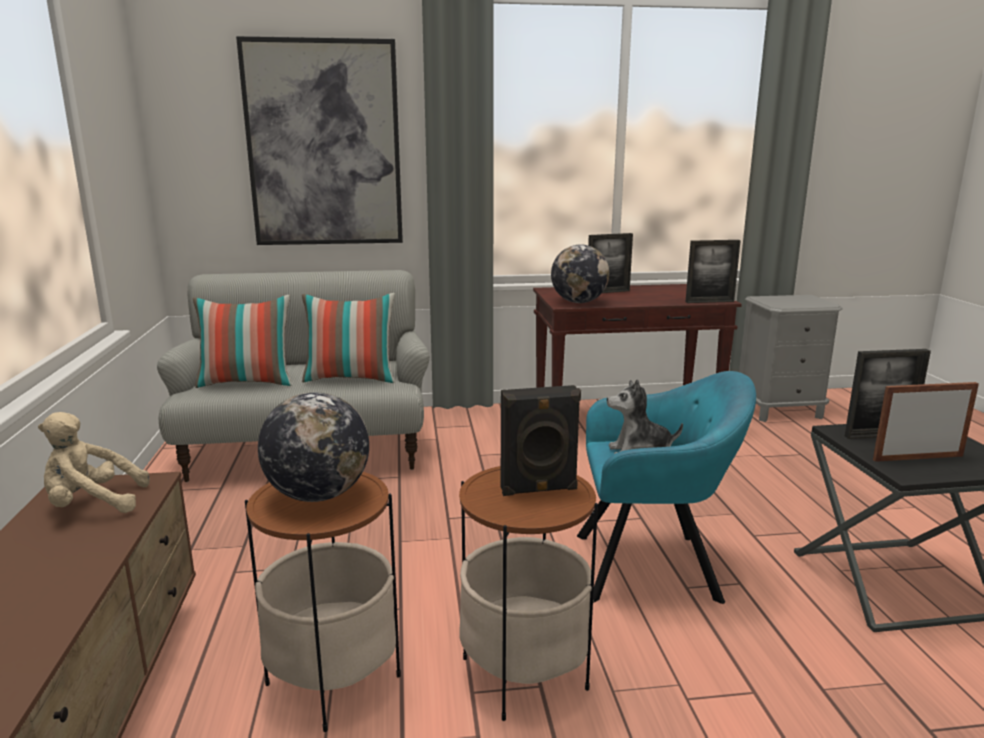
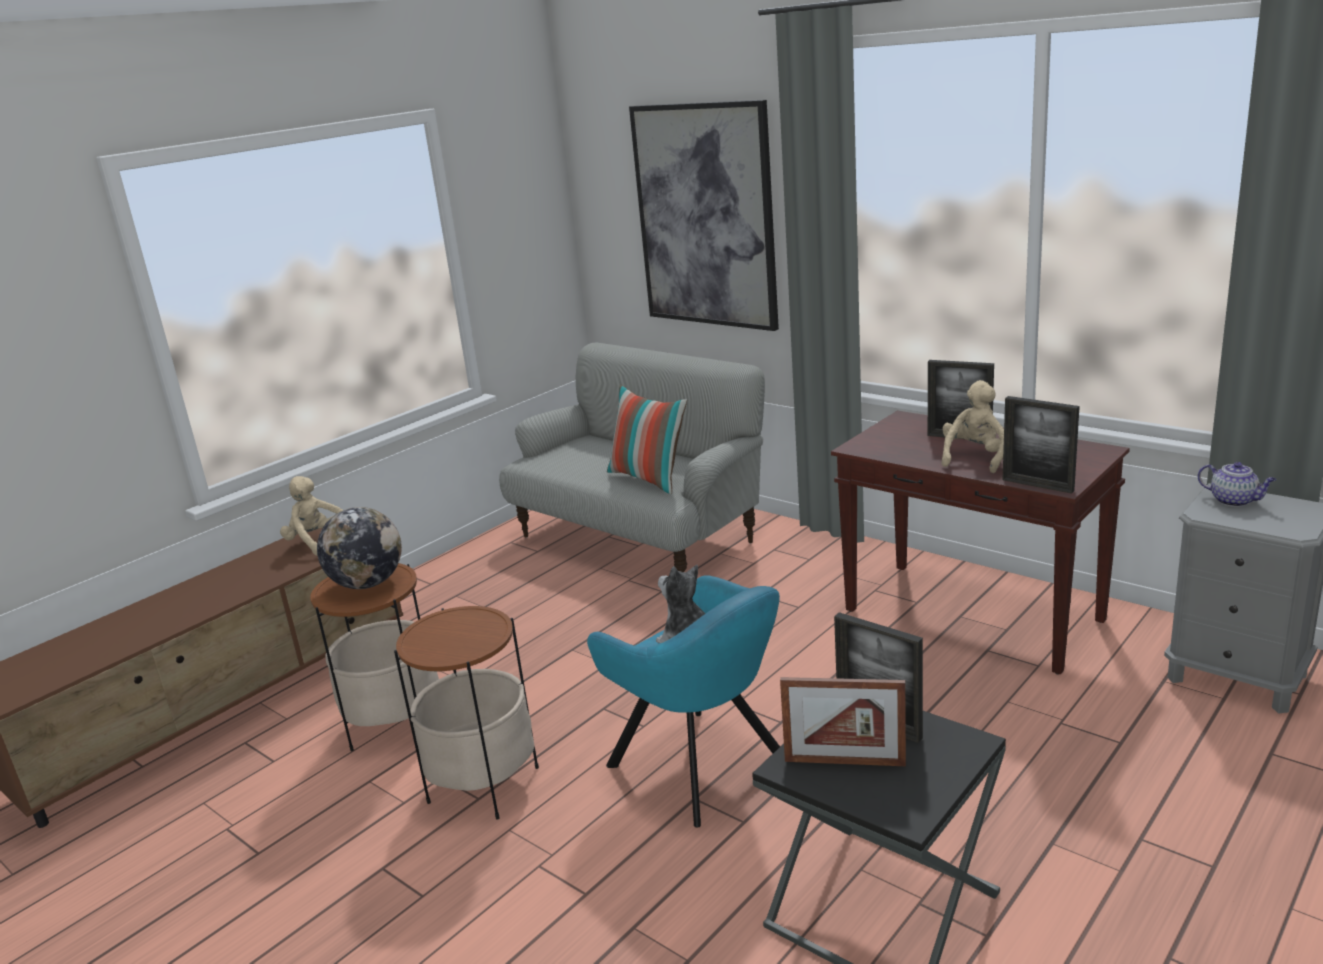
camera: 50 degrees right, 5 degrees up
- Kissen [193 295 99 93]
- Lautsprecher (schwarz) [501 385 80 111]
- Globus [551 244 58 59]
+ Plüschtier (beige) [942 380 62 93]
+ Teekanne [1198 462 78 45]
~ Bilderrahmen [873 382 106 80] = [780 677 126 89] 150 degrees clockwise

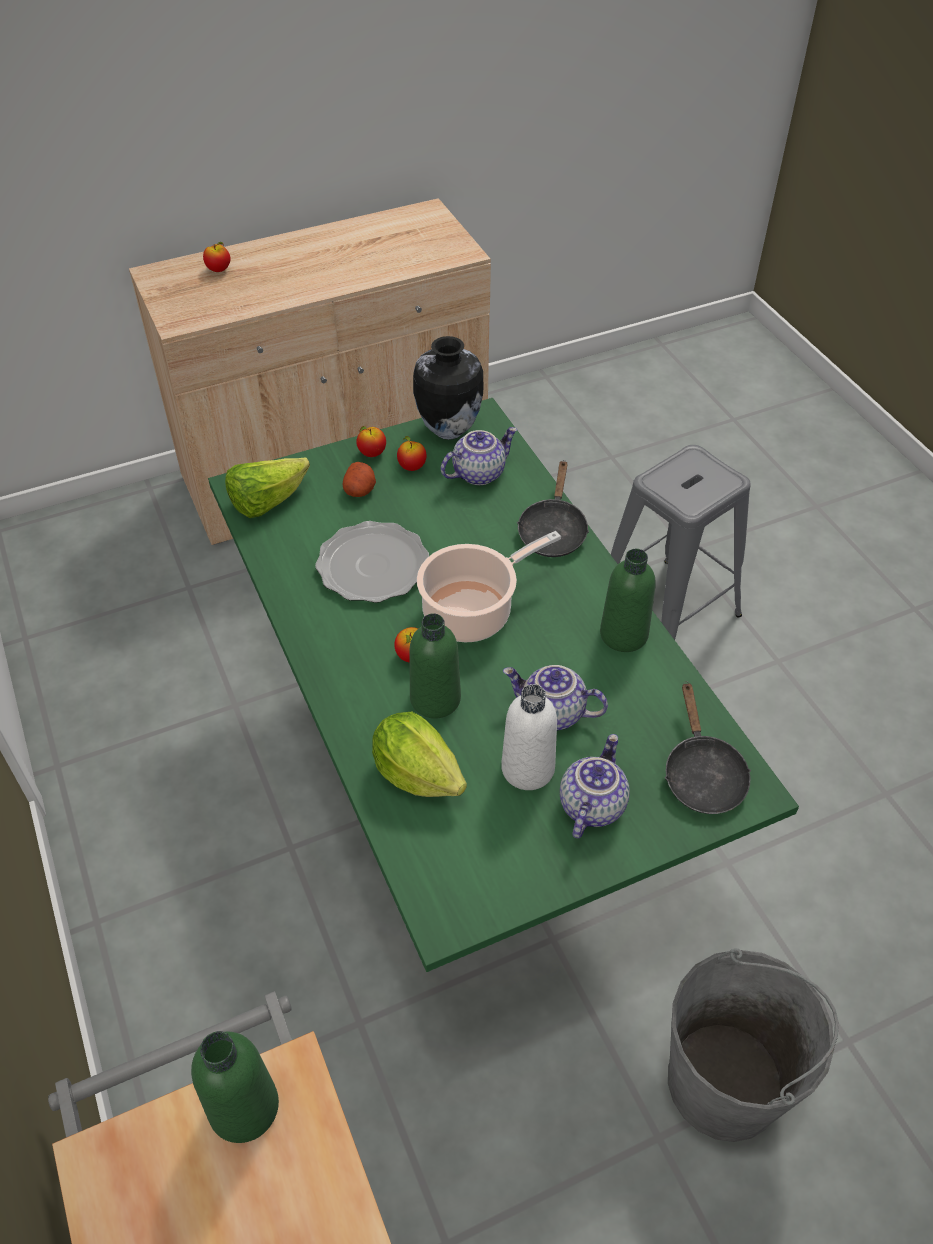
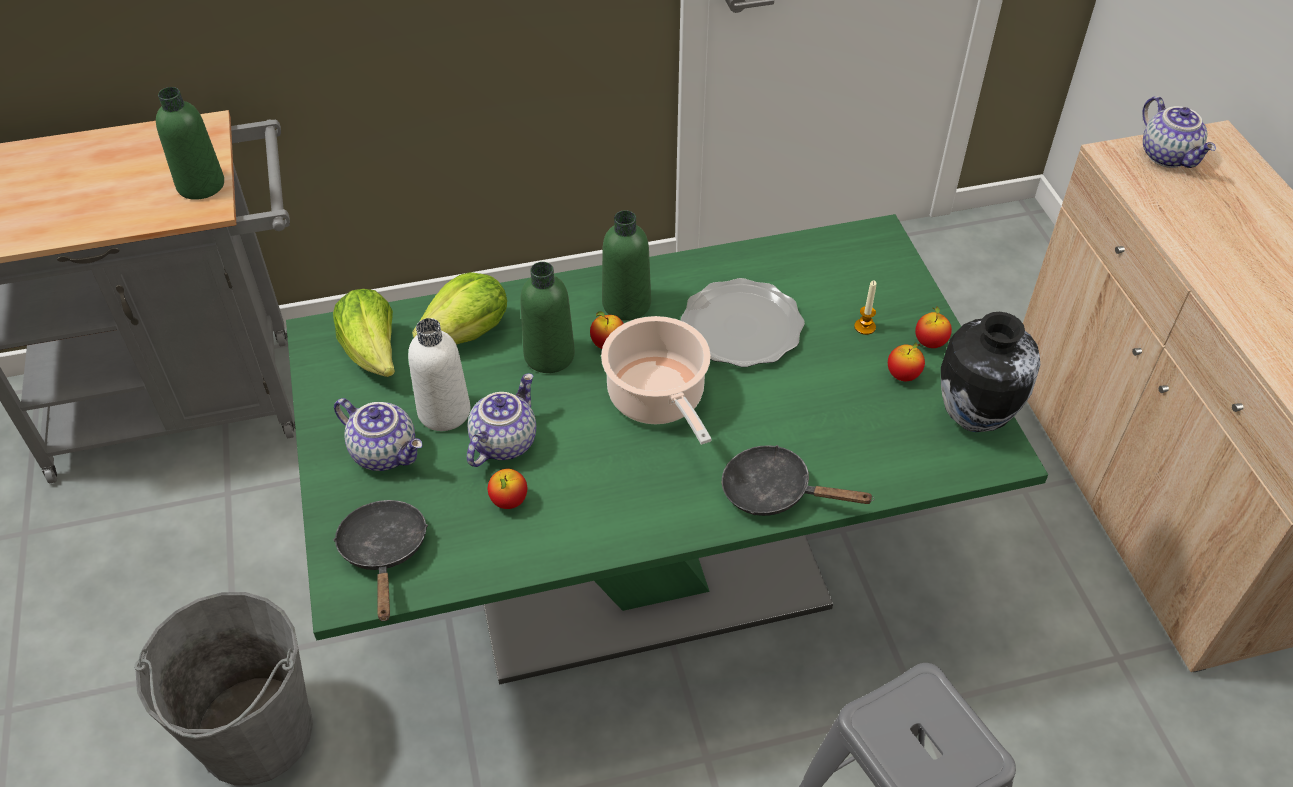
camera: 100 degrees right, 0 degrees up
~ Apfel [203 242 28 30] to [488 469 39 40]
~ Salatkopf [225 457 85 61] to [333 289 62 88]
~ Teekanne [441 427 77 58] to [1143 96 73 72]
~ Flasche (grün) [600 549 56 103] to [602 210 49 110]
~ Kartoffel [343 462 33 35] to Kerze [854 281 23 54]
~ Pfanne (schwarz) [665 681 86 133] = [333 500 95 121] 75 degrees clockwise

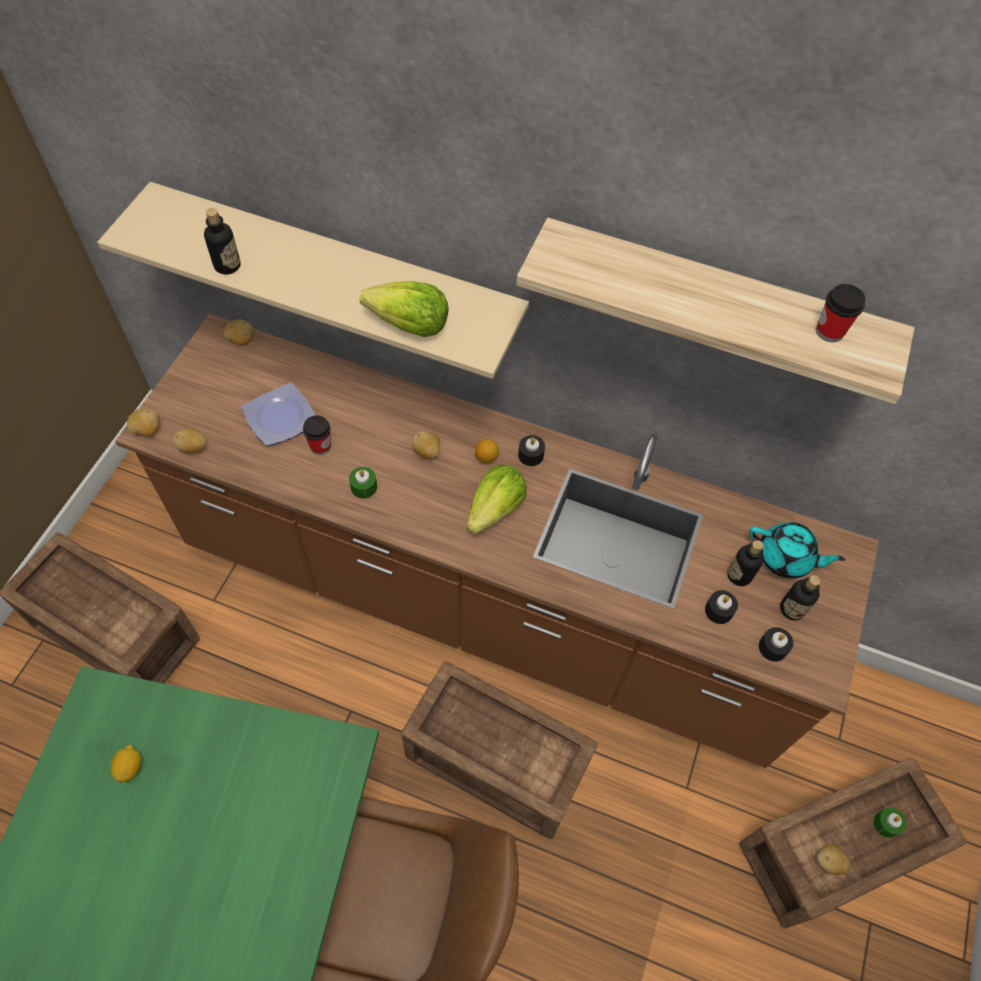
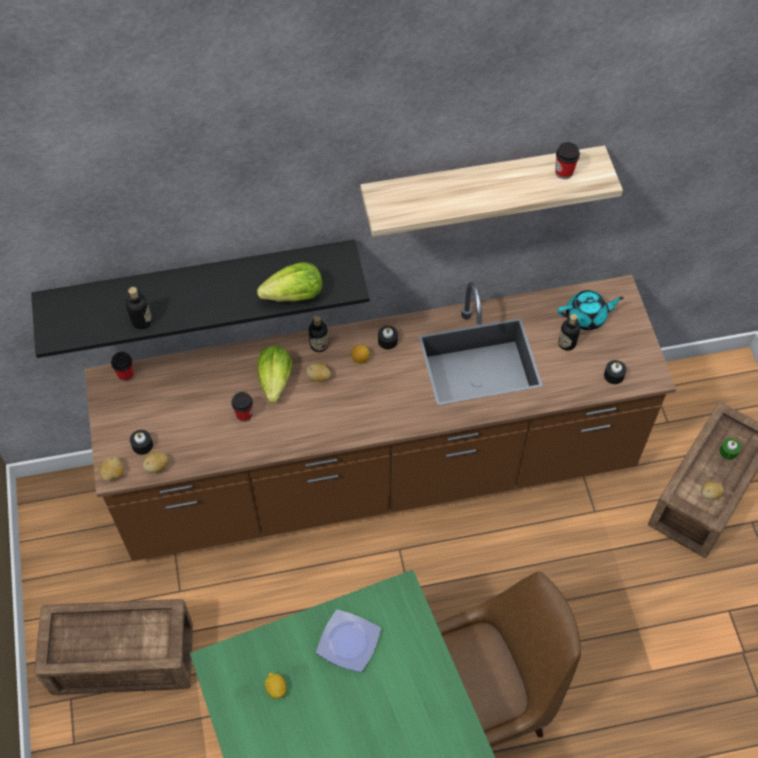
camera: 30 degrees left, 0 degrees up
- Kerze (grün) [349 467 28 31]
- Kiste [401 661 197 178]
~ Teller [241 383 74 63] to [316 609 65 63]
~ Salatkopf [467 464 60 70] to [258 346 34 57]
~ Kerze (schwarz) [705 590 33 34] to [130 430 23 25]
~ Flasche [780 575 41 45] to [309 316 19 36]
~ Kartoffel [224 319 30 27] to Tasse [111 352 23 30]
~ Wandregal (beige) [97 182 432 197] to Wandregal (schwarz) [31 239 339 119]

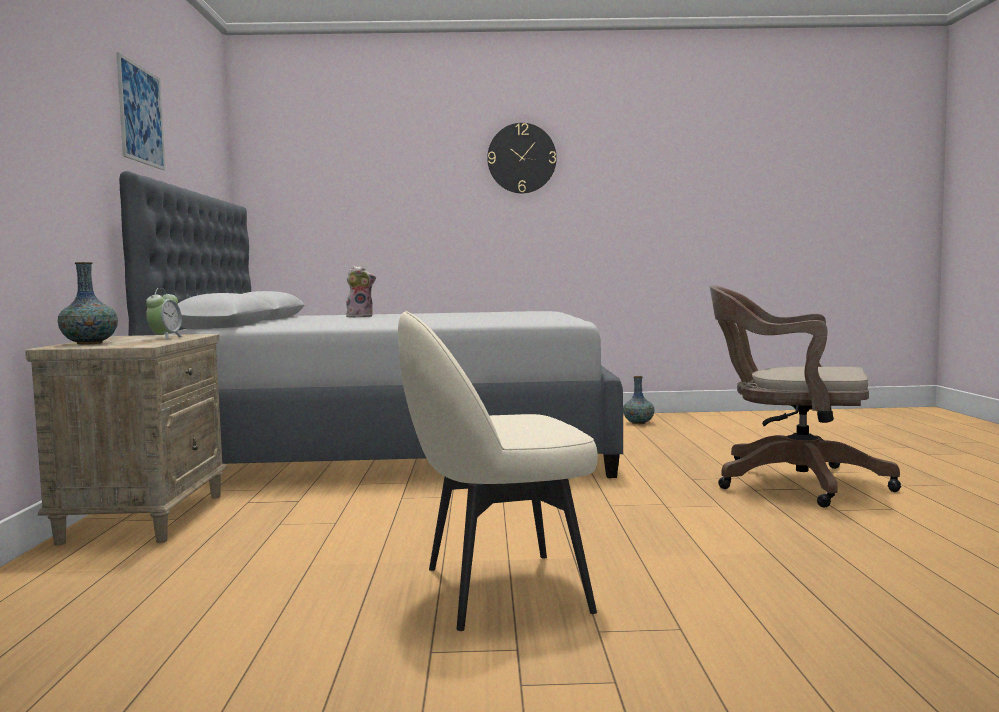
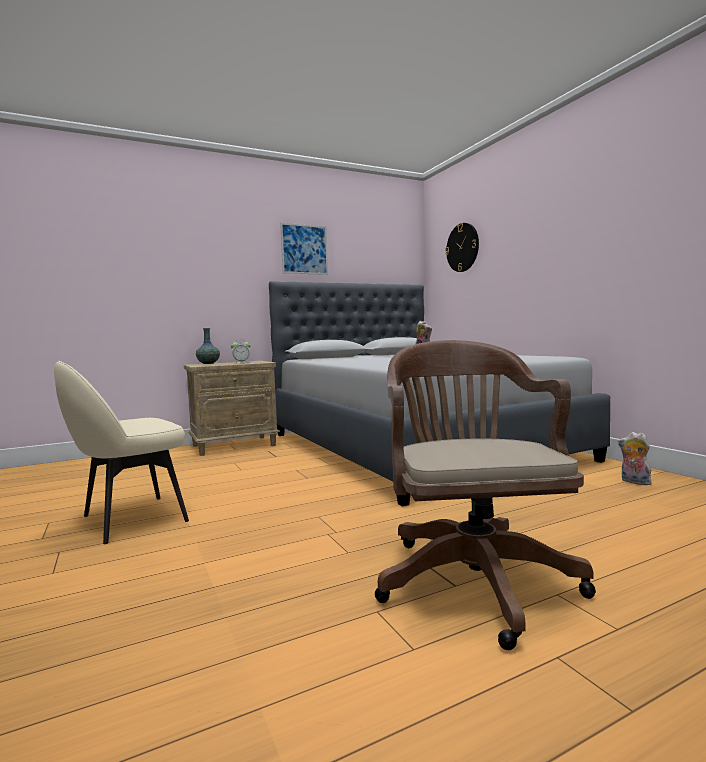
camera: 65 degrees right, 0 degrees up
~ Wanduhr [487 123 70 70] to [445 223 34 49]
~ Vase [623 376 32 48] to Plüschtier [618 432 37 53]
~ Stuhl (beige) [398 311 200 320] = [54 361 135 183] 90 degrees counterclockwise

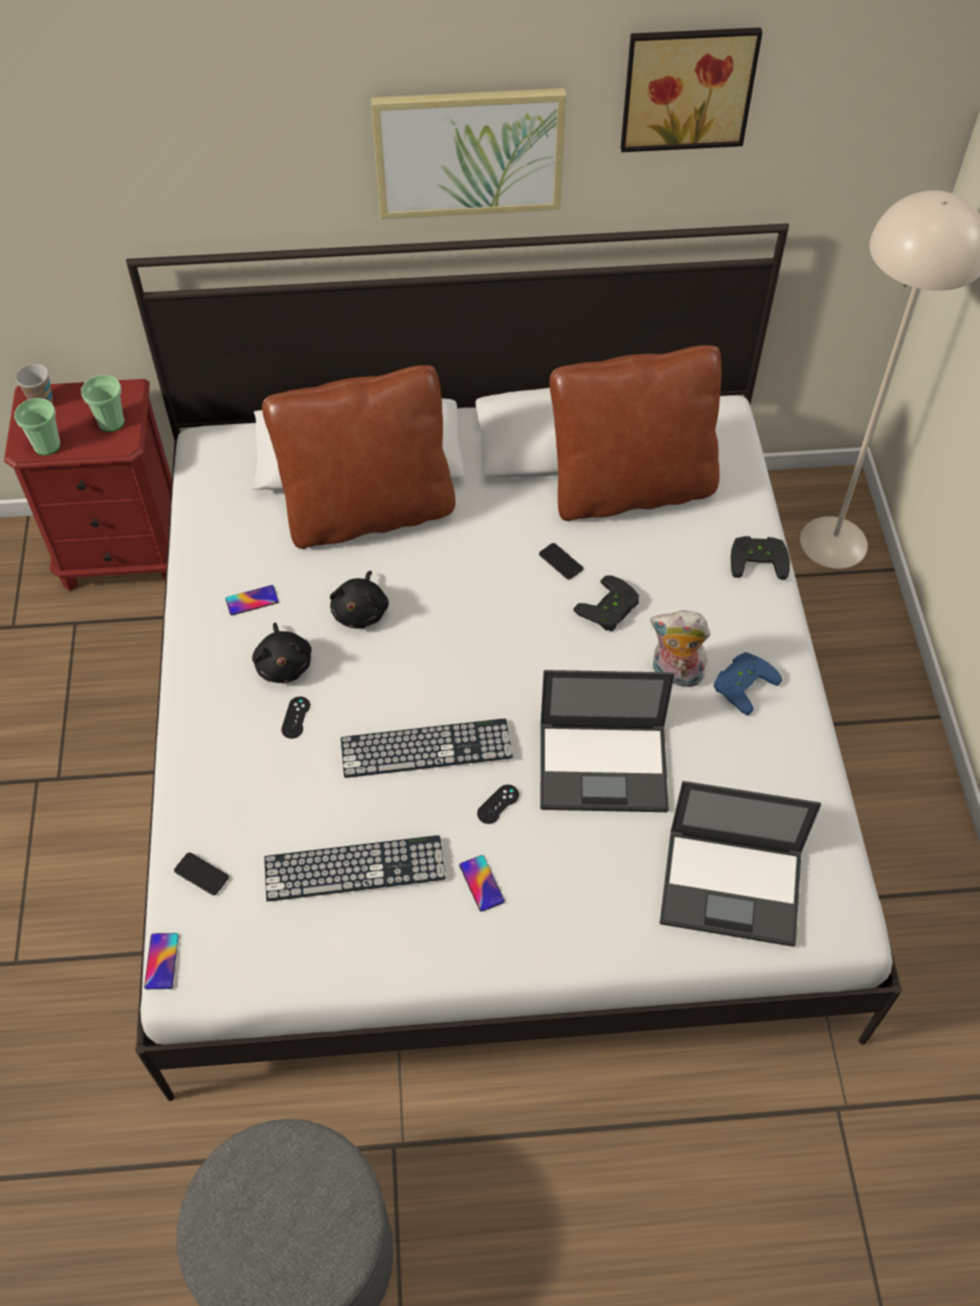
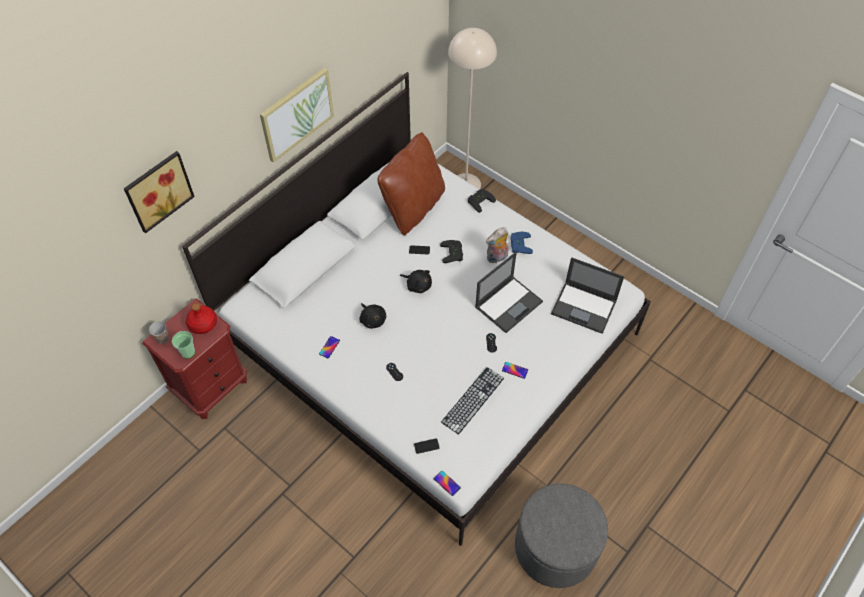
camera: 45 degrees left, 0 degrees up
- Kissen (braun) [262 365 193 184]
- Tastatur [341 719 172 59]
~ Plüschtier (schwarz) [252 623 60 60] to [400 270 32 23]
~ Bild [621 27 141 125] to [124 151 71 82]
~ Tasse [81 375 44 57] to Flasche (rot) [186 303 31 31]
~ Laptop [660 781 161 166] = [551 257 73 77] 60 degrees clockwise

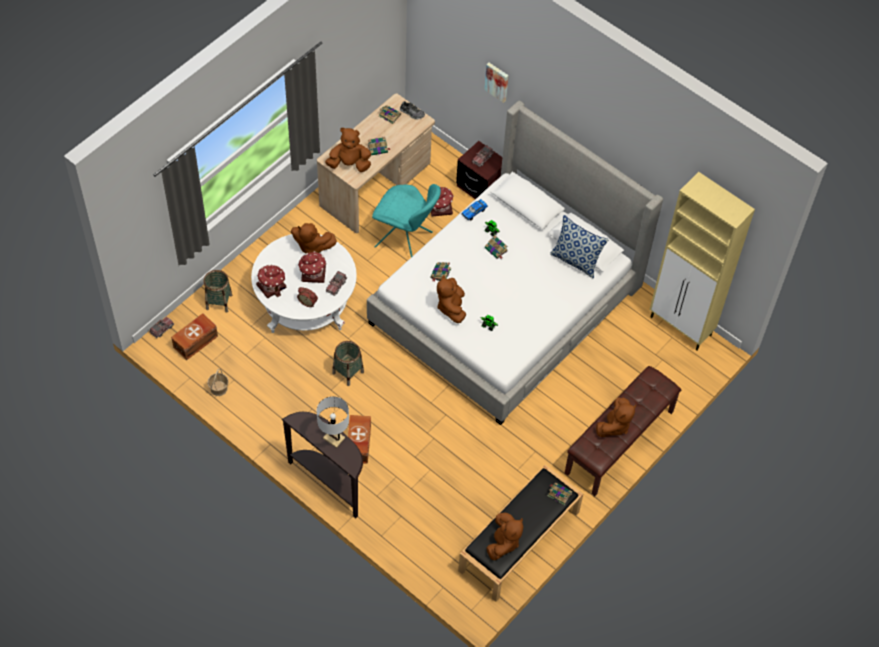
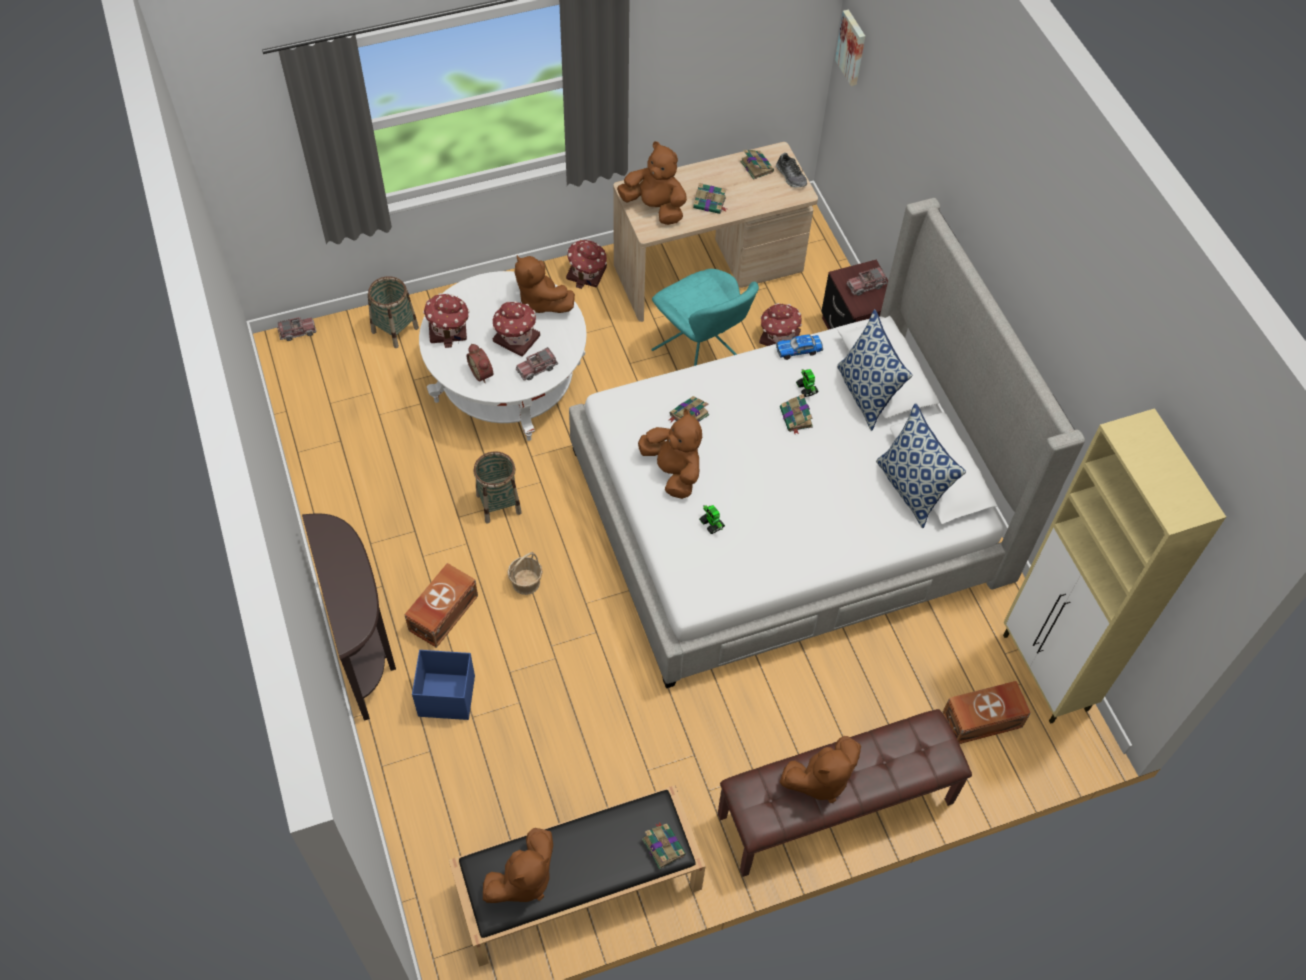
camera: 30 degrees right, 0 degrees up
- Tischlampe (weiß) [317 396 32 52]
+ Aufbewahrungsbox (blau) [412 650 63 70]
+ Spielzeughaus [566 239 41 50]
+ Kissen [837 309 75 122]
~ Aufbewahrungsbox (braun) [171 313 47 47] to [942 681 89 63]
~ Korb [207 368 22 28] to [508 552 35 43]
~ Bild [484 63 25 40] to [835 10 30 76]
~ Plüschtier (braun) [437 275 29 48] = [638 409 64 90] 120 degrees clockwise

